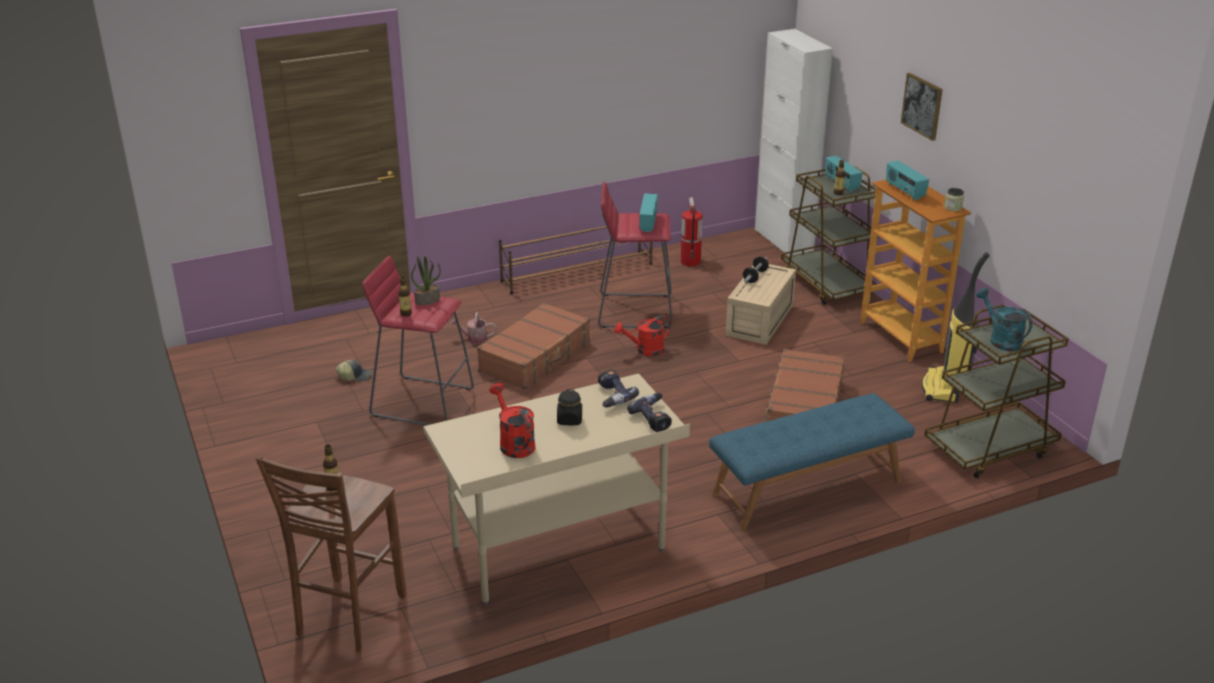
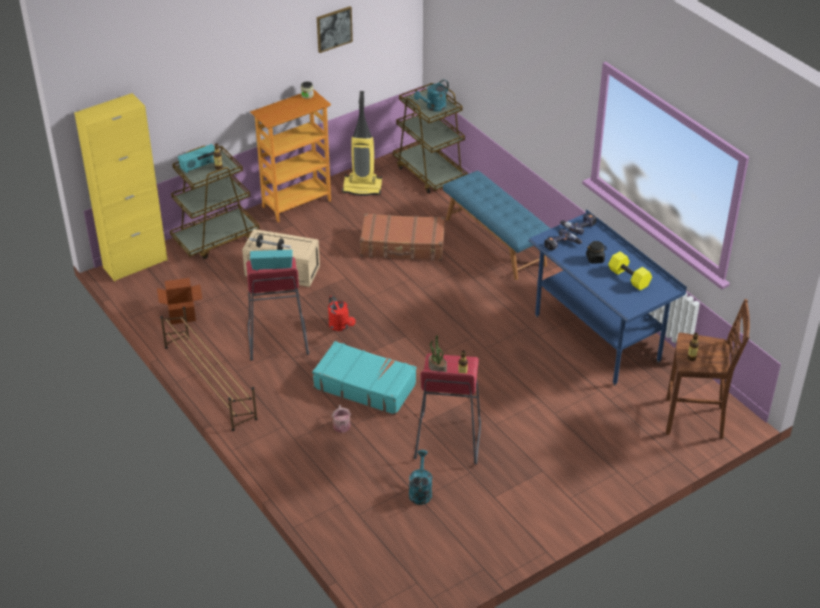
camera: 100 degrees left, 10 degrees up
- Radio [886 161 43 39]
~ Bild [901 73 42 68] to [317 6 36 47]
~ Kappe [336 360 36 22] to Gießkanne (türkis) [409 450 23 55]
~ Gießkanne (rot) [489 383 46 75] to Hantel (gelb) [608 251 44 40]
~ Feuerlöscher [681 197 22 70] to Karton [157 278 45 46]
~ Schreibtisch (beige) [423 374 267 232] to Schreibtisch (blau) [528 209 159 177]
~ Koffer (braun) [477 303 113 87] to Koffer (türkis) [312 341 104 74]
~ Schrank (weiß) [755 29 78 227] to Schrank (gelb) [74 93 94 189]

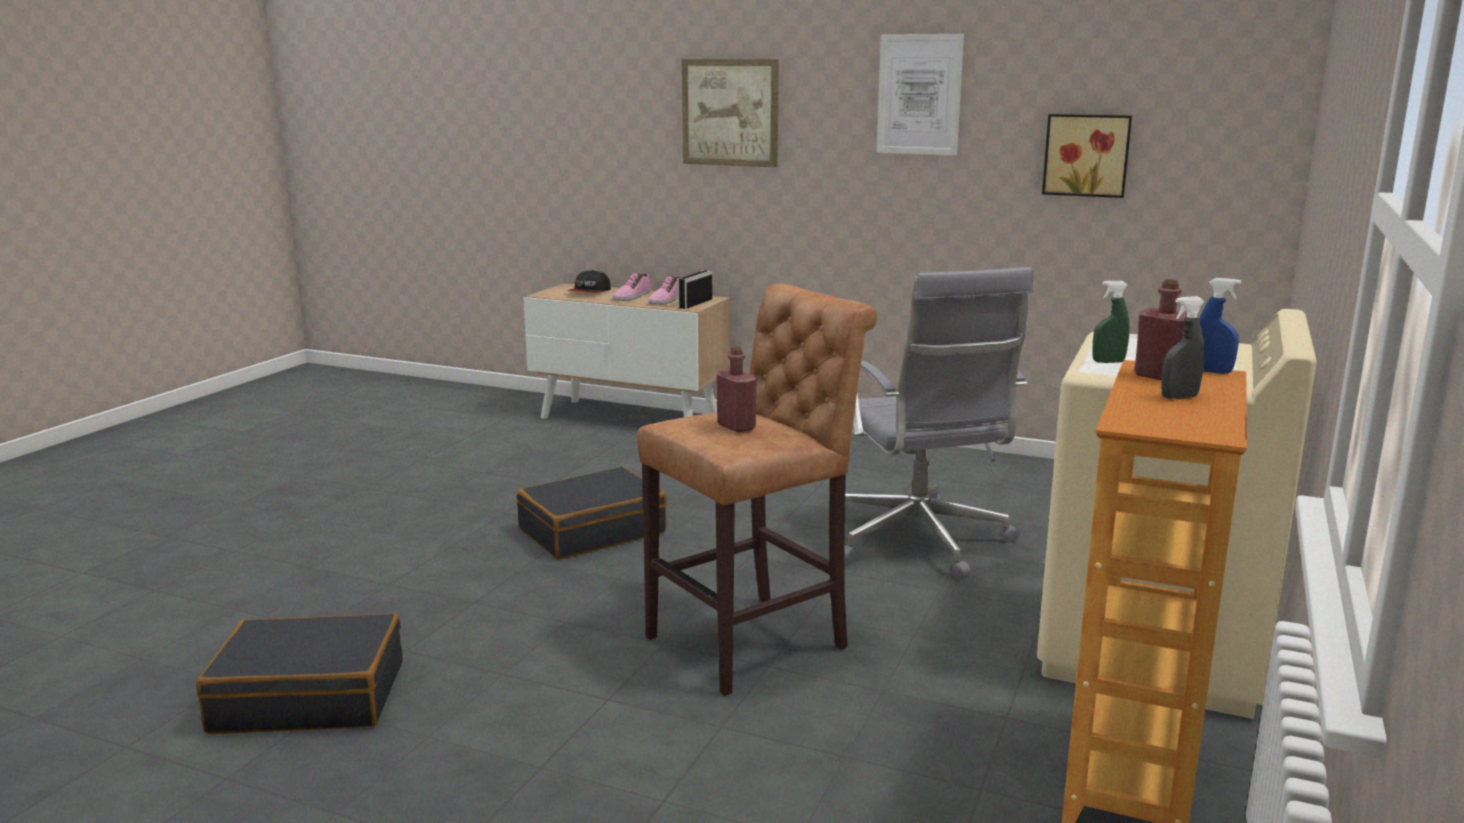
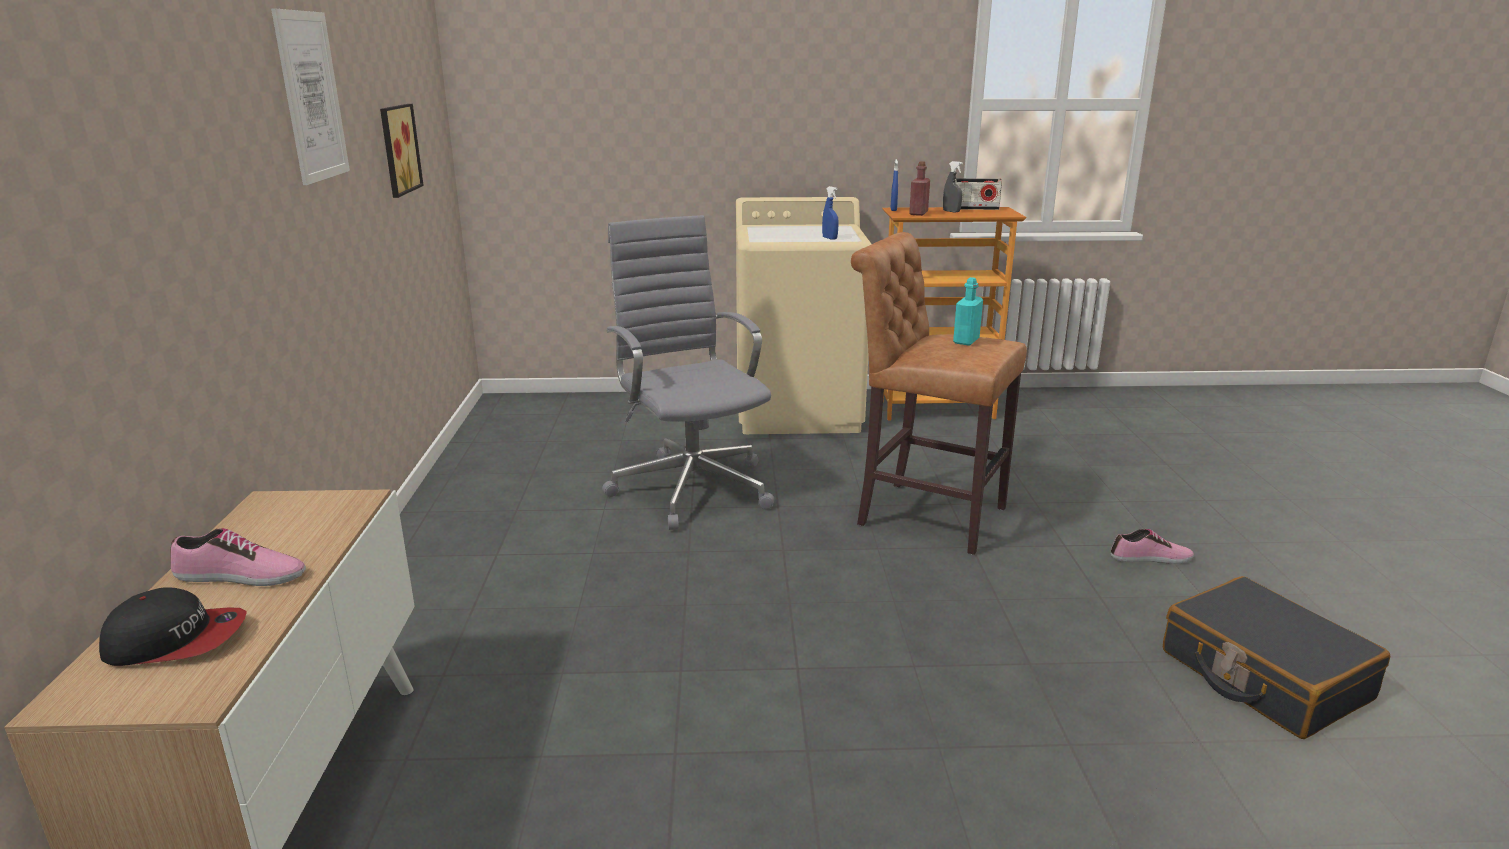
camera: 115 degrees left, 5 degrees up
- Koffer (schwarz) [517 467 150 93]
- Bild [682 59 97 108]
~ Schuh [648 276 34 29] to [1111 529 83 35]
~ Radio [677 270 35 39] to [955 178 47 32]
~ Flasche (rot) [717 346 40 87] to Flasche (türkis) [953 277 30 68]
~ Sprühflasche (grün) [1092 281 38 82] to Sprühflasche (blau) [822 186 17 54]
~ Bürostuhl (grau) [844 267 189 313] = [602 215 173 315] 75 degrees counterclockwise

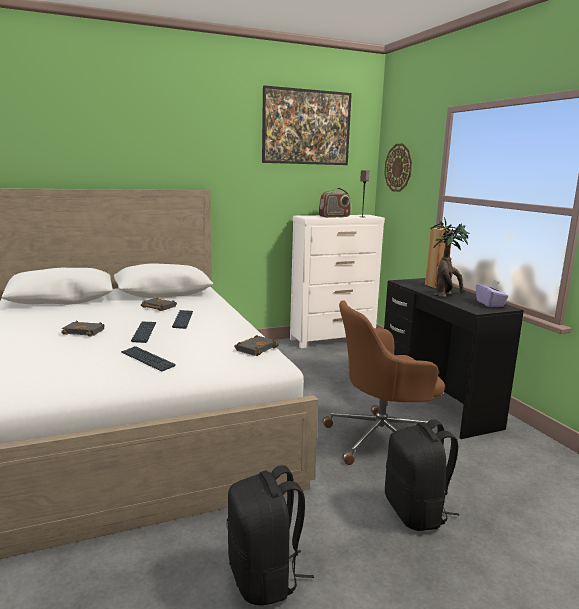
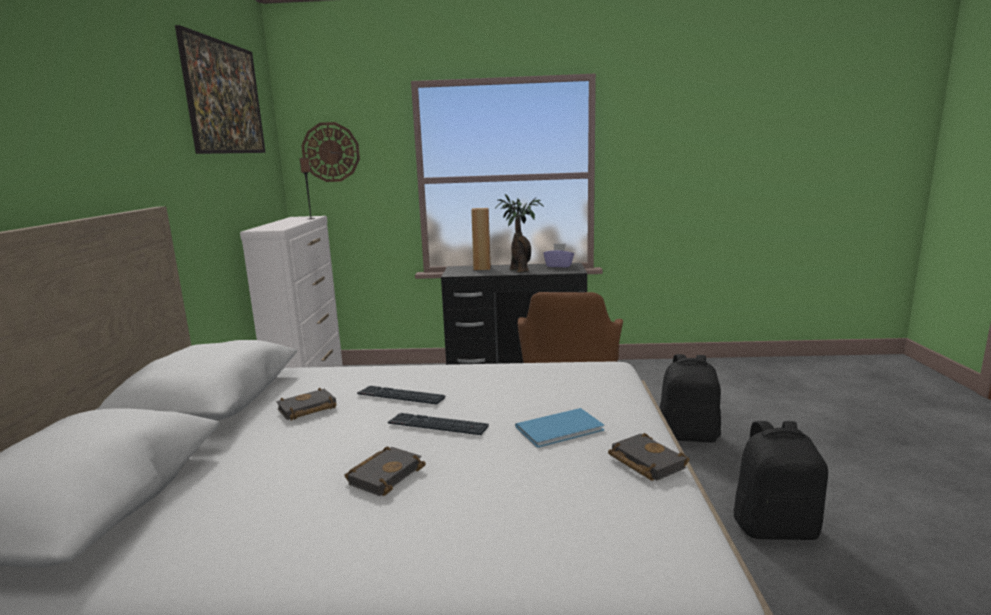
camera: 65 degrees left, 0 degrees up
- Radio [319 188 32 30]
~ Buch (schwarz) [234 335 45 21] to [608 433 81 48]
~ Tastatur [121 346 54 25] to Buch (blau) [515 408 89 40]

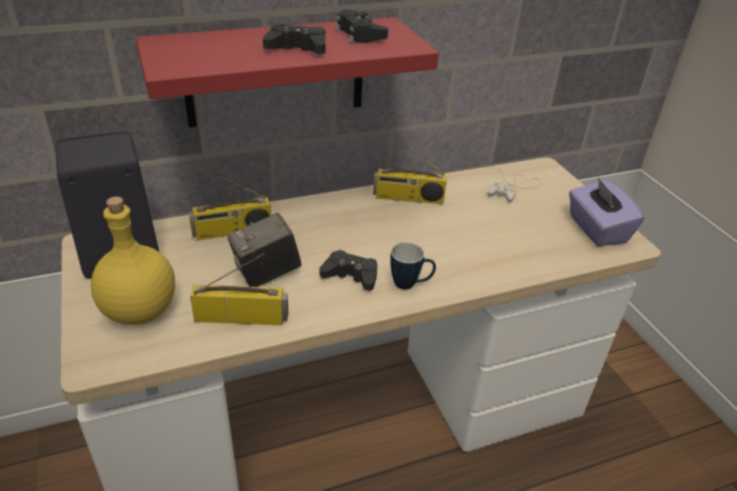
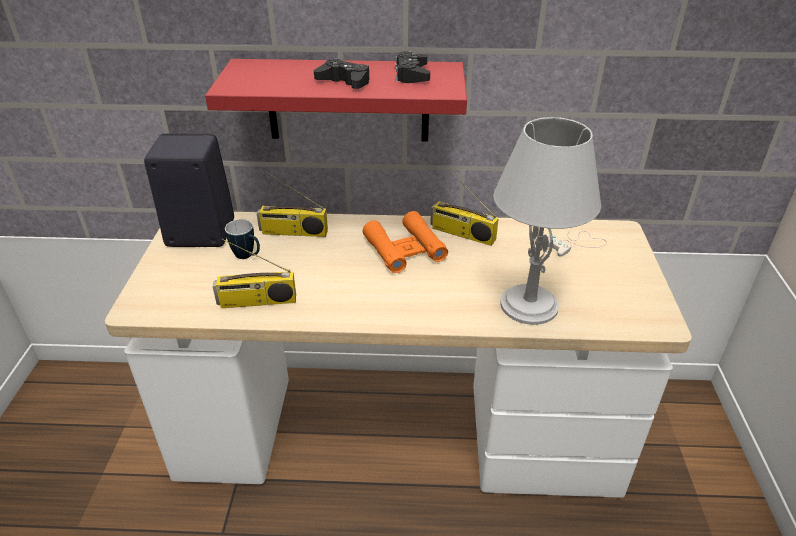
camera: 25 degrees right, 0 degrees up
- Flasche (gelb) [91 196 84 129]
- Kamera [227 213 74 74]
- Gamepad (schwarz) [319 250 58 41]
- Taschentuchbox (lila) [569 177 75 69]
+ Fernglas (orange) [363 211 85 62]
+ Tischlampe (grau) [493 117 108 208]
~ Henkelbecher [390 242 46 48] to [225 219 35 40]
~ Radio [190 253 98 72] = [213 239 83 69] 150 degrees clockwise

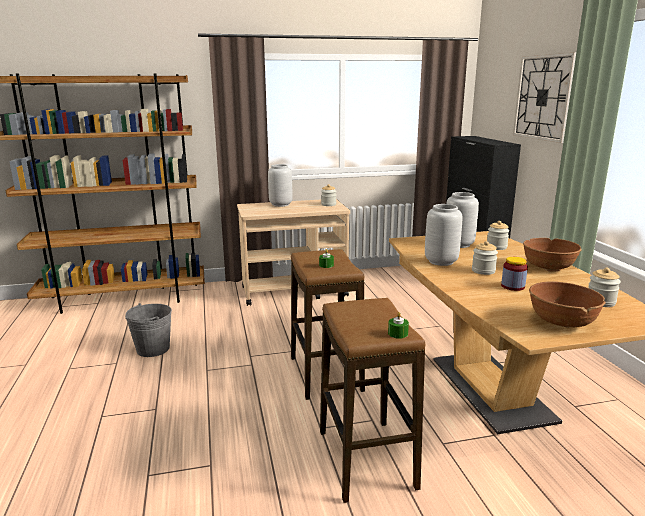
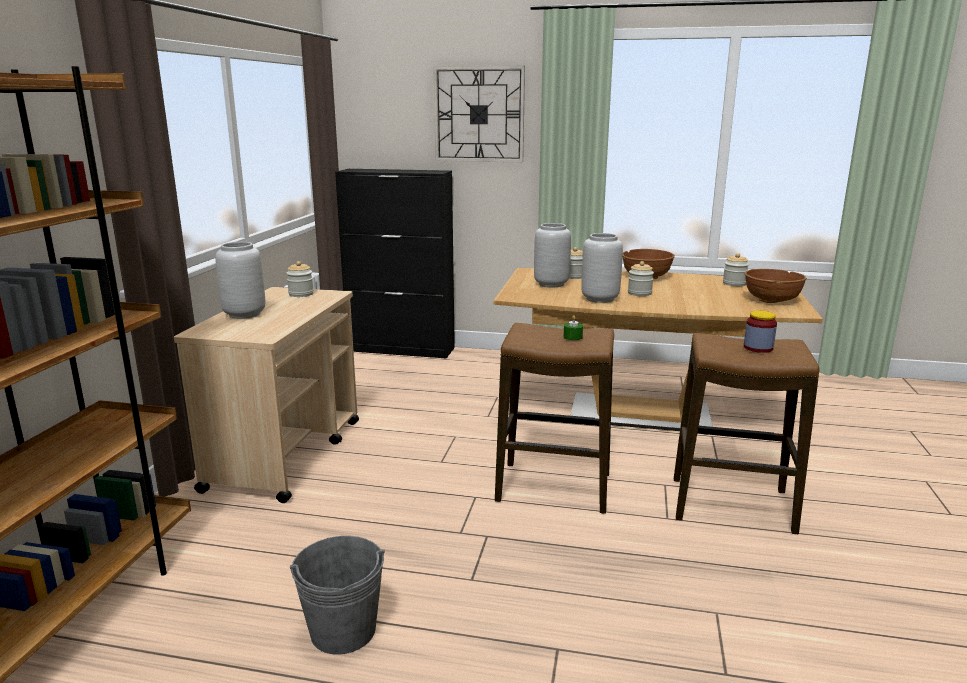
camera: 65 degrees left, 0 degrees up
- Kerze (grün) [388 312 21 27]
~ Vorratsglas [501 257 27 34] to [744 311 33 42]

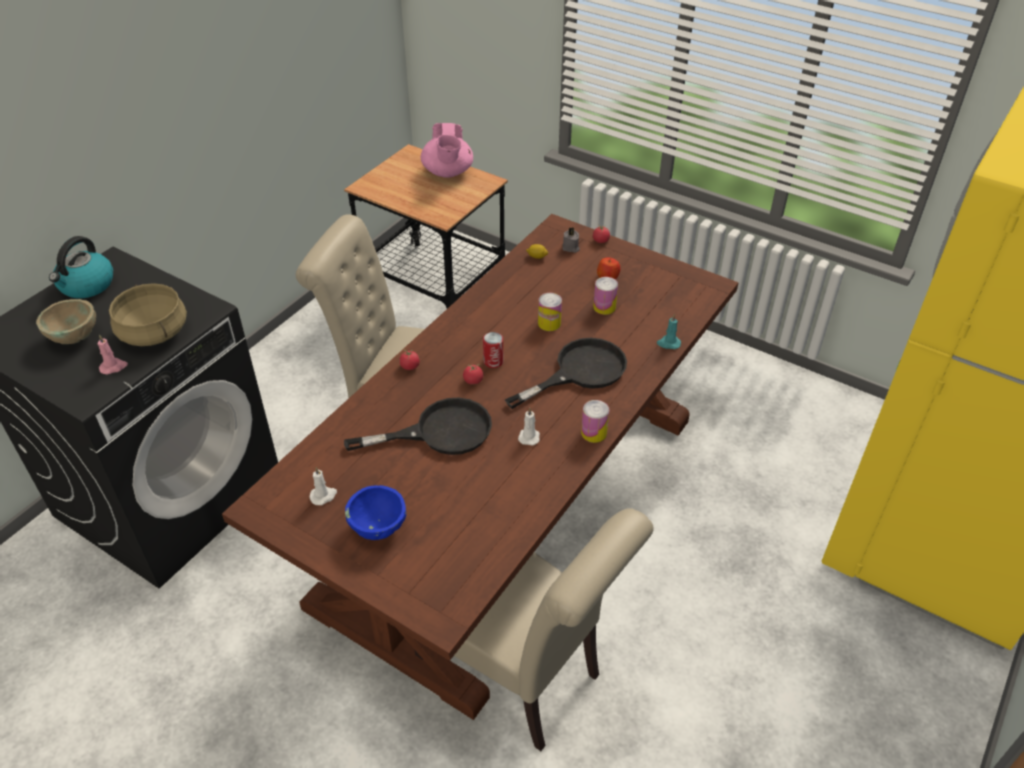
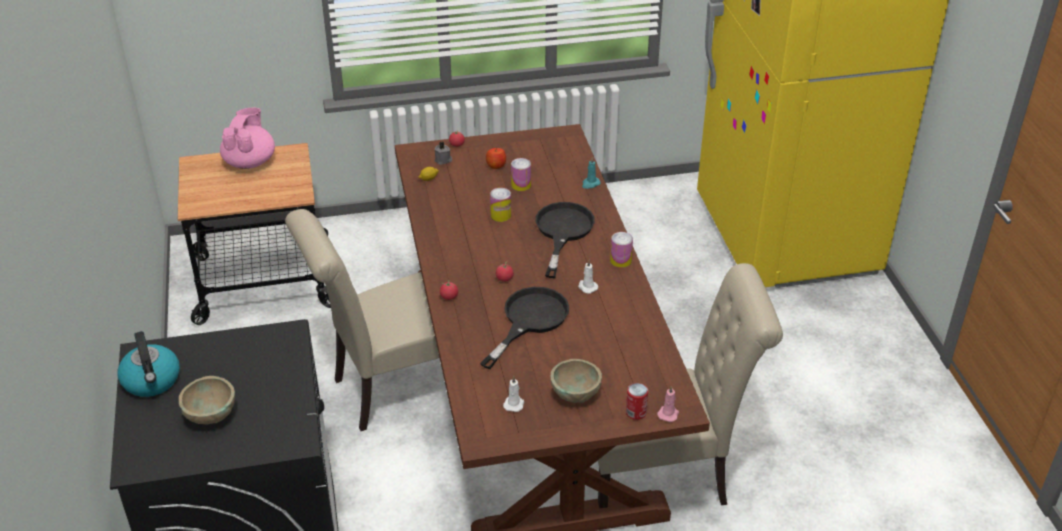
camera: 45 degrees left, 5 degrees down
- Kochtopf (beige) [109 283 78 63]
~ Kerze (rosa) [97 334 31 41] to [657 386 22 36]
~ Dose [483 332 20 36] to [626 383 22 37]
~ Schüssel (blau) [345 485 61 55] to Schüssel (beige) [550 359 52 44]
~ Teekanne (rosa) [421 123 52 55] = [220 107 55 62] 120 degrees counterclockwise

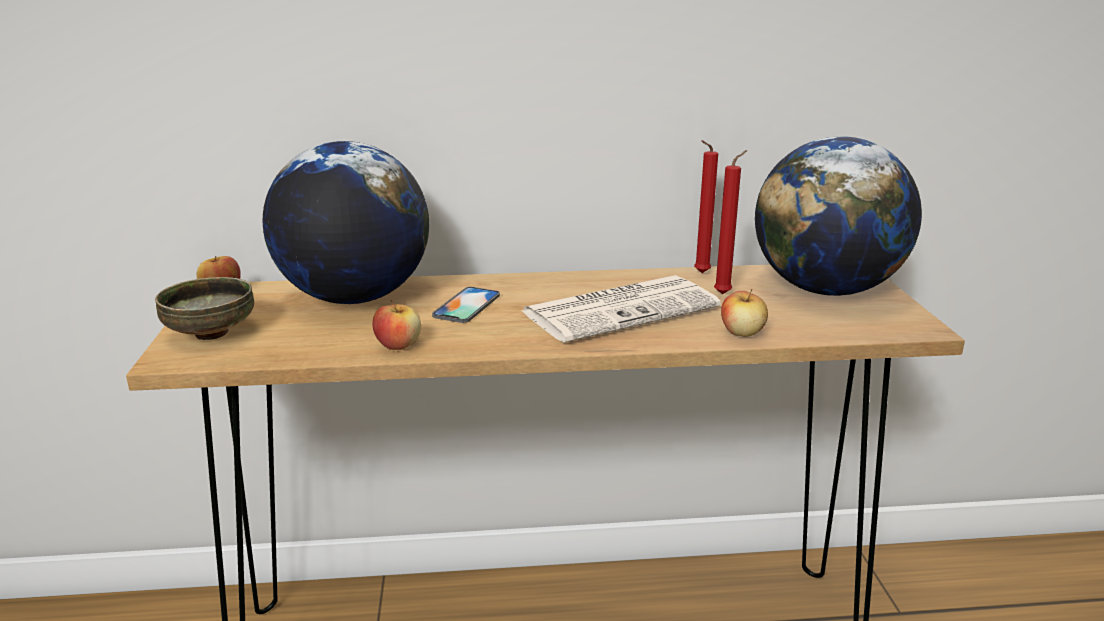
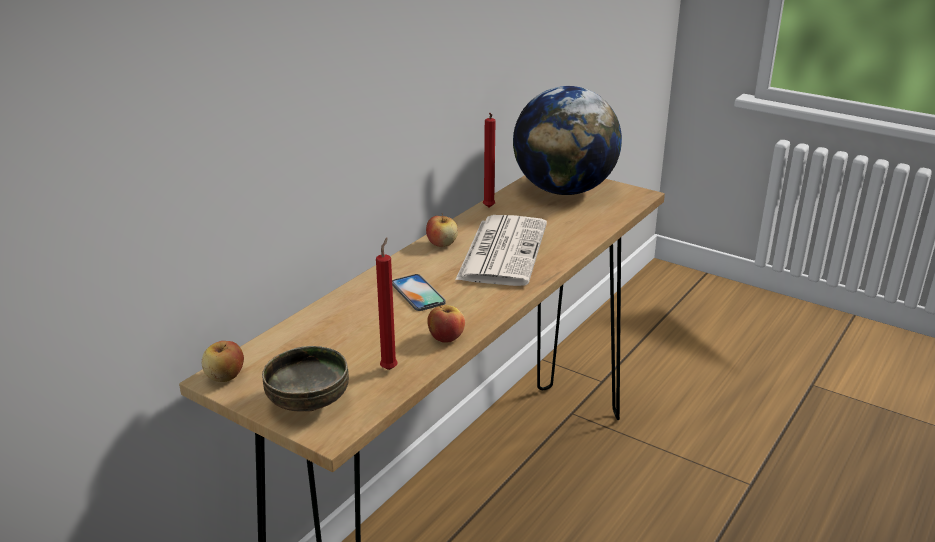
camera: 50 degrees left, 5 degrees up
- Globus [263 141 166 163]
~ Kerze (rot) [714 150 33 144] to [376 237 22 133]
~ Apfel [721 289 47 48] to [426 215 32 32]

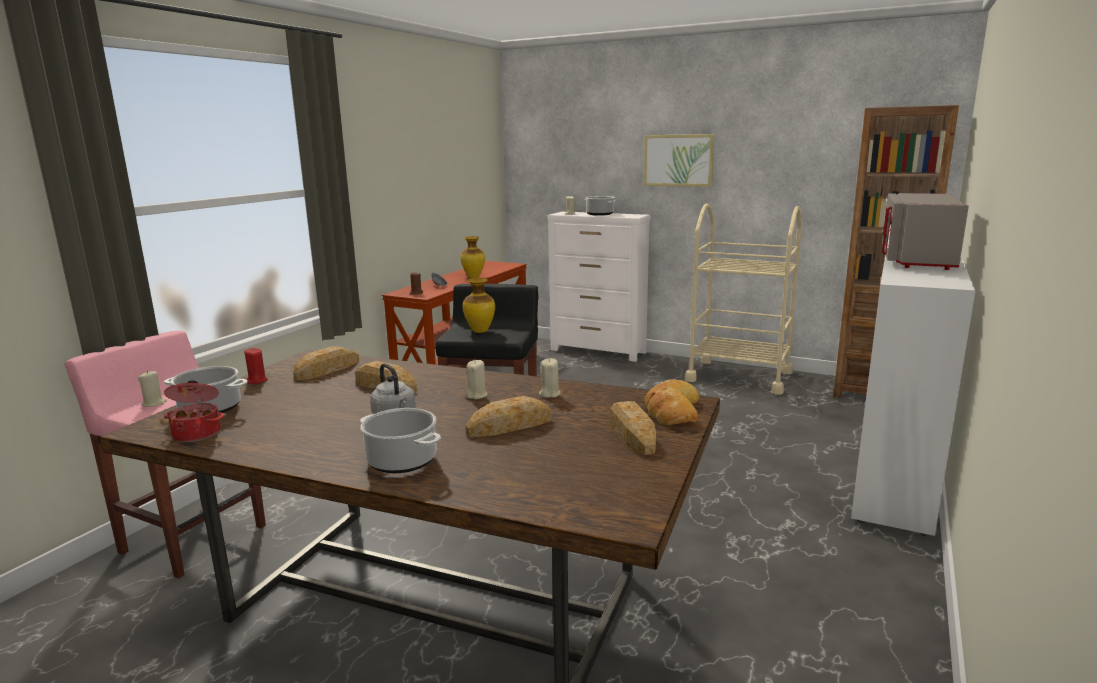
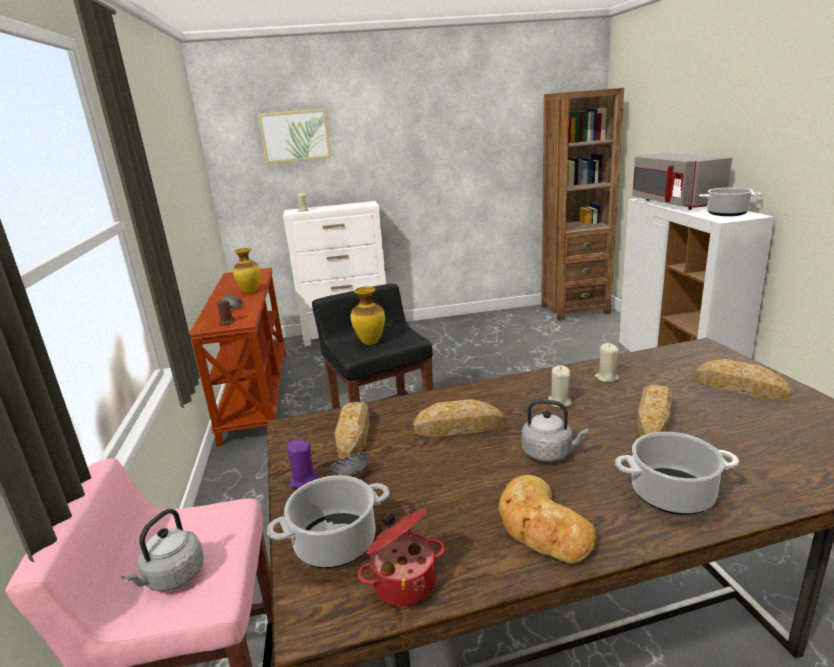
camera: 35 degrees left, 5 degrees up
- Rollwagen (beige) [685 204 117 191]
+ Schüssel [330 452 39 25]
~ Kochtopf [584 196 32 20] to [699 188 63 28]
~ Bild [643 134 72 53] to [258 109 73 55]
~ Brot [644 380 55 45] to [499 475 98 89]
~ Kerze (beige) [138 371 29 36] to Wasserkessel (grau) [121 509 83 83]
~ Kerze (rot) [244 348 24 36] to Kerze (lila) [287 440 31 49]

